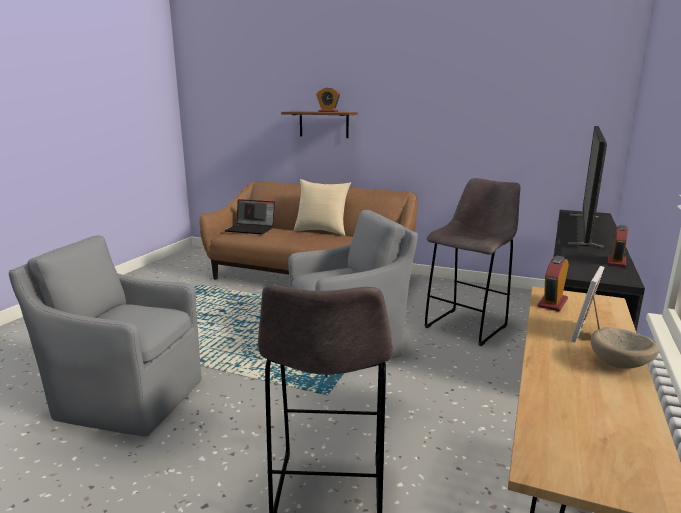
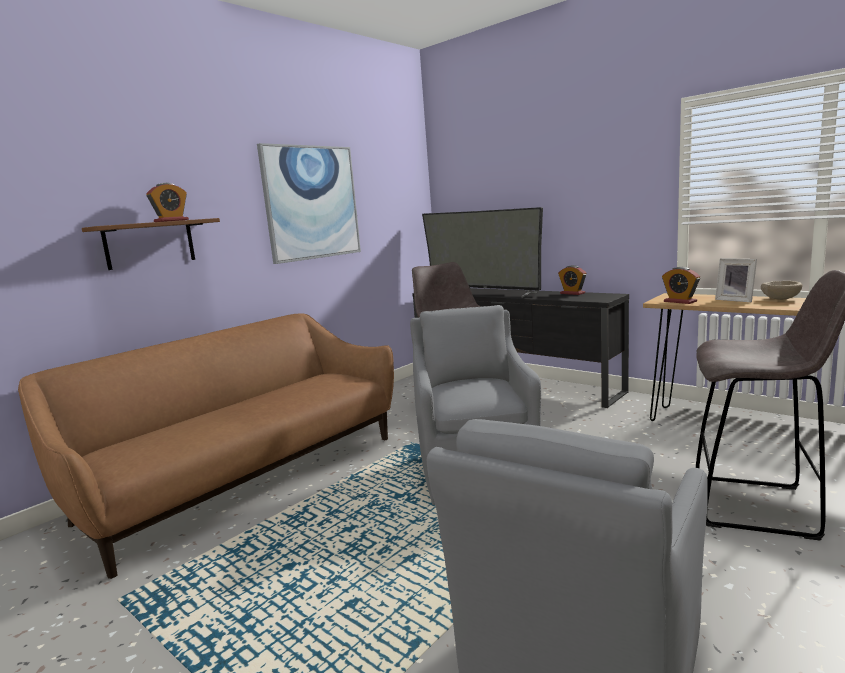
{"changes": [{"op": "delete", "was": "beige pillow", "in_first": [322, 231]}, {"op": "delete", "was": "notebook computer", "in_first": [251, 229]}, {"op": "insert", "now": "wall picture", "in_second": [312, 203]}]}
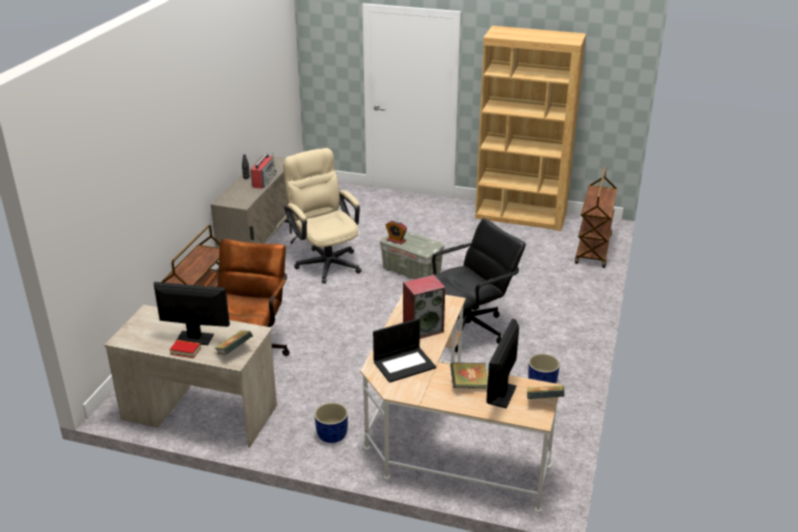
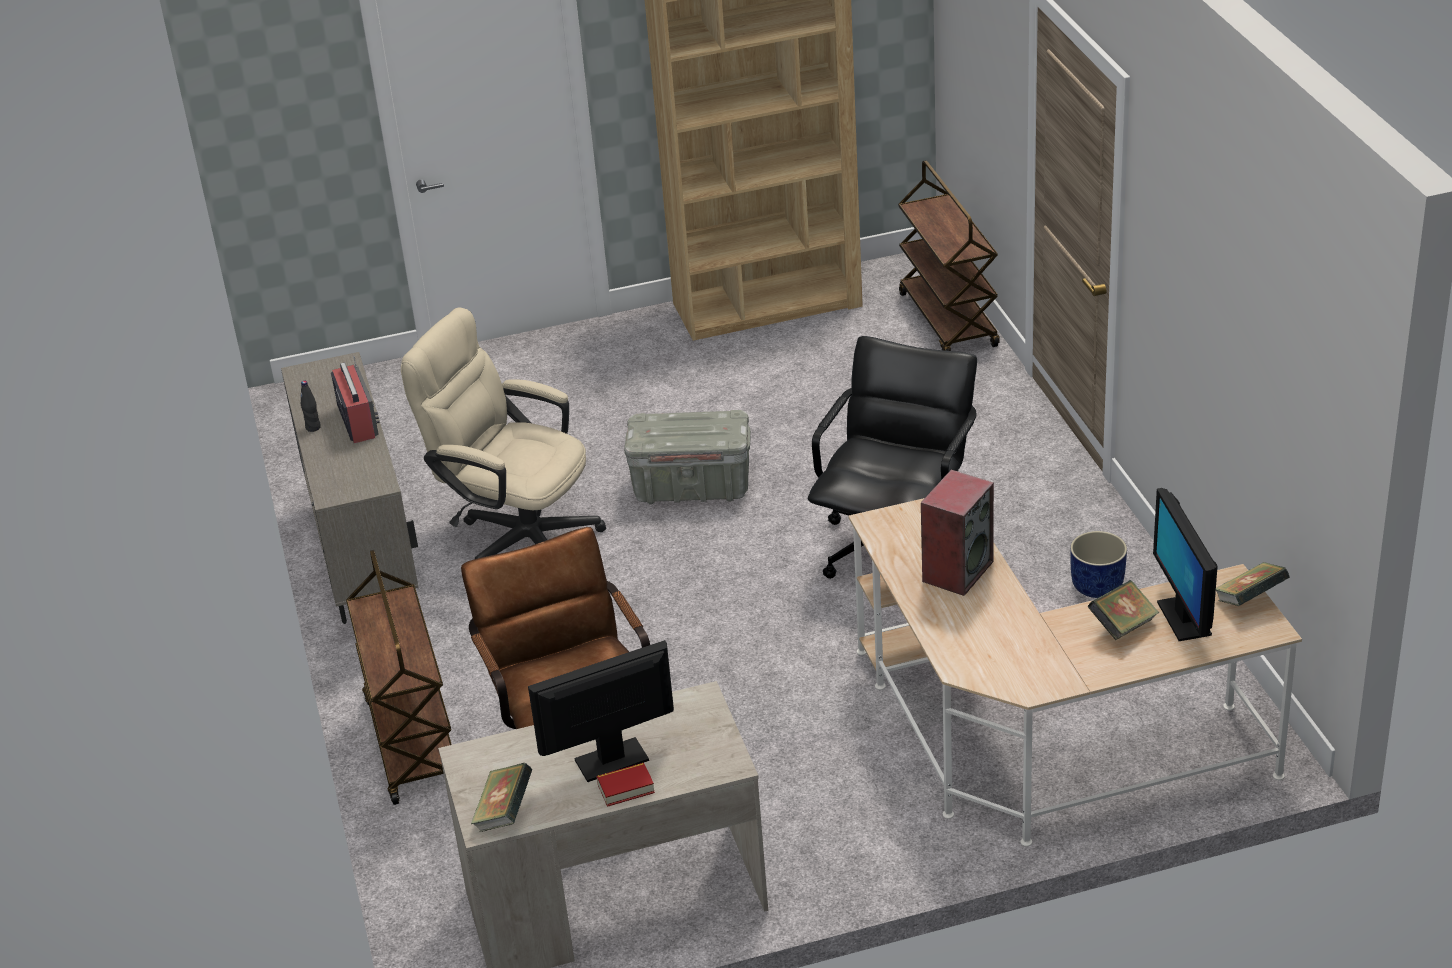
{"changes": [{"op": "delete", "was": "bedside clock", "in_first": [396, 240]}, {"op": "delete", "was": "notebook computer", "in_first": [404, 364]}, {"op": "move", "was": "bound book", "in_first": [234, 351], "in_second": [504, 813]}, {"op": "delete", "was": "blue flower pot", "in_first": [332, 435]}]}
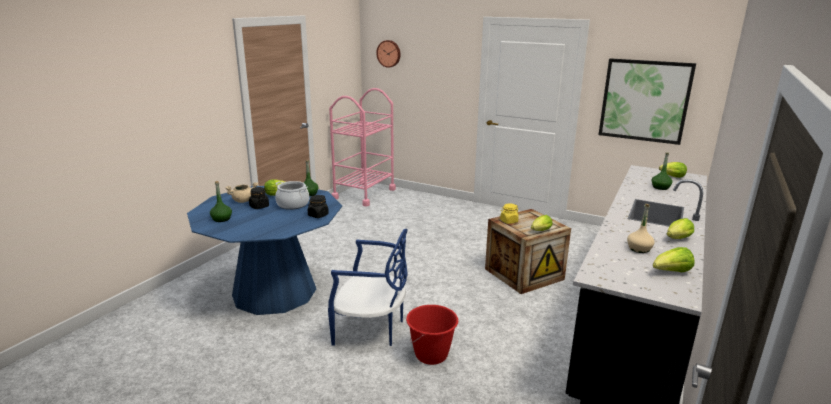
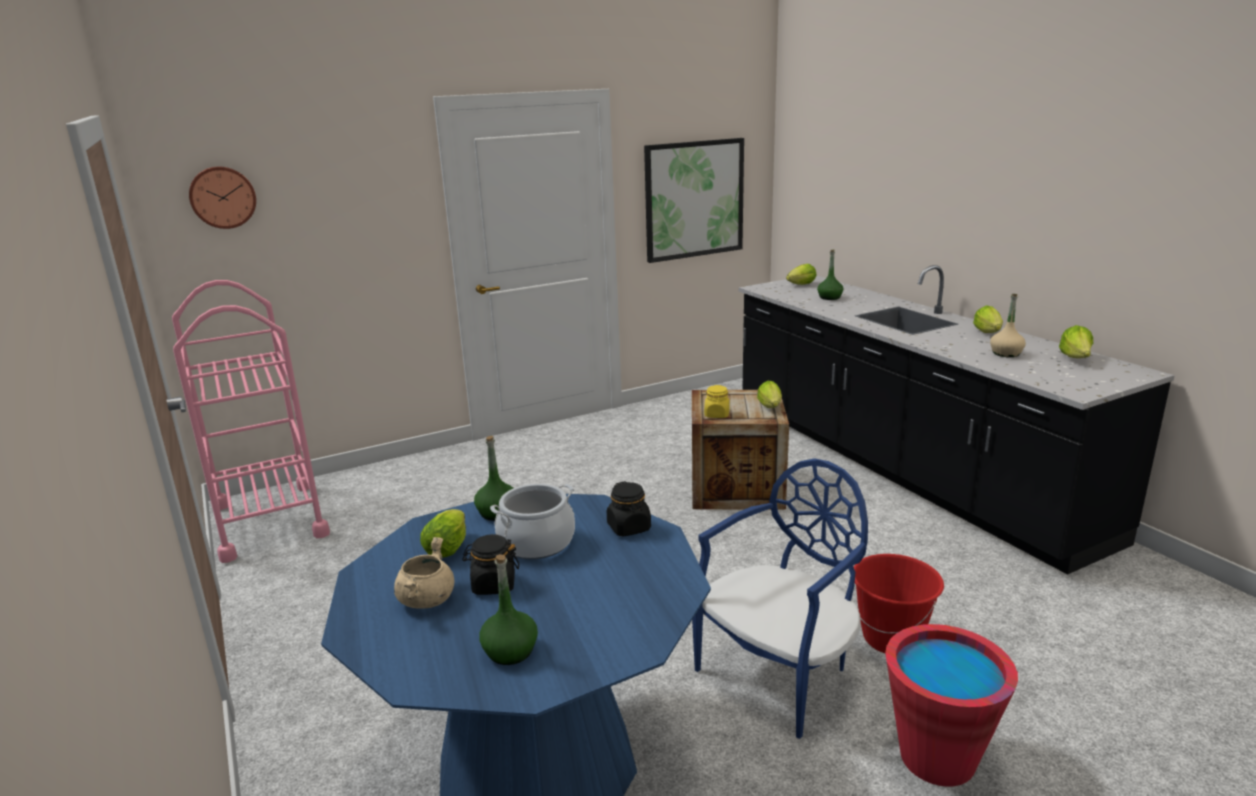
{"changes": [{"op": "insert", "now": "red-coloured water bucket", "in_second": [937, 758]}]}
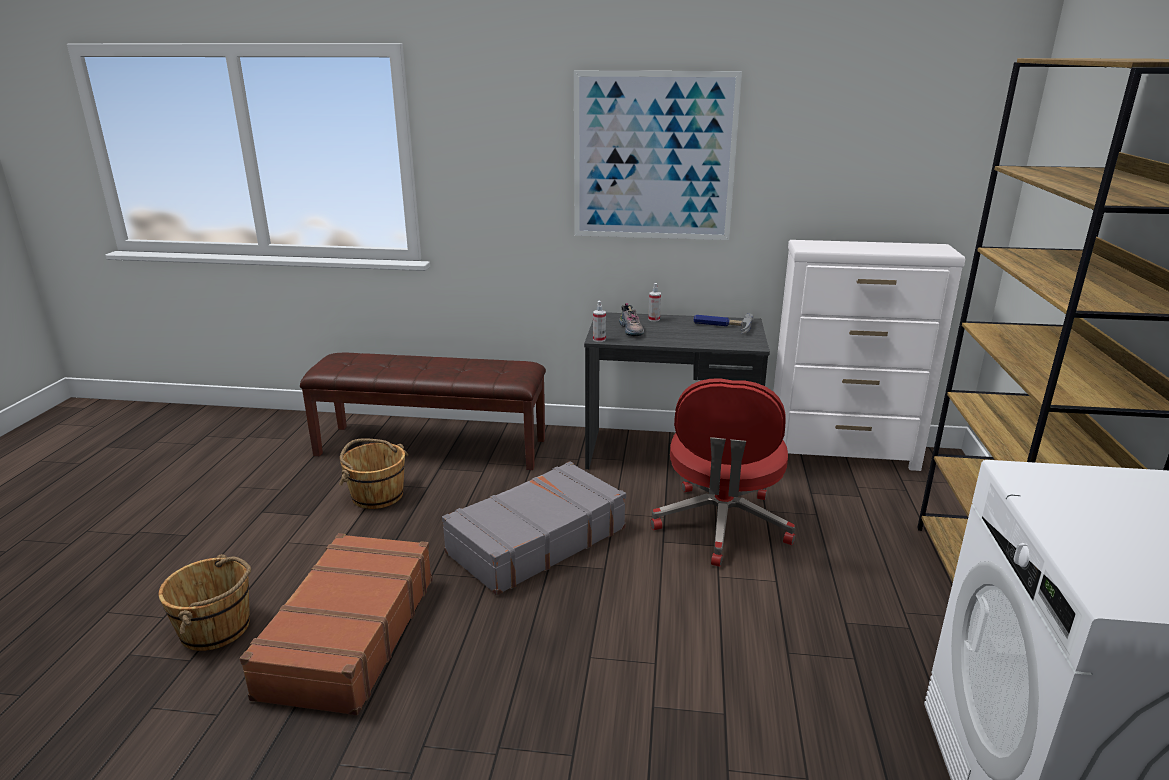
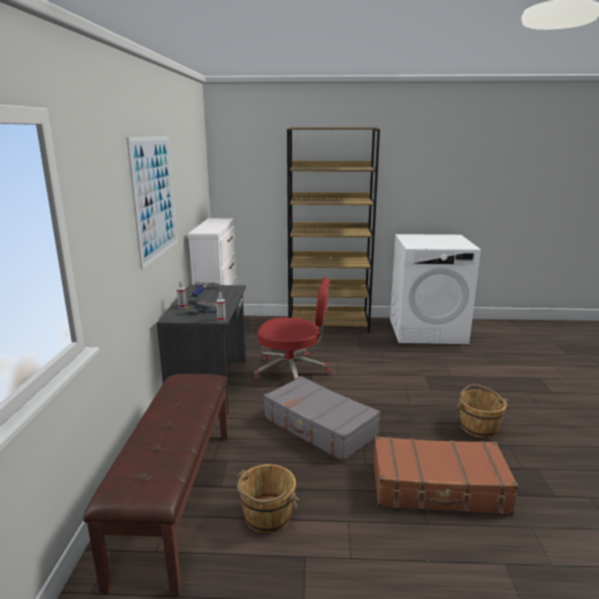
{"changes": [{"op": "move", "was": "brown water bucket", "in_first": [217, 628], "in_second": [478, 427]}]}
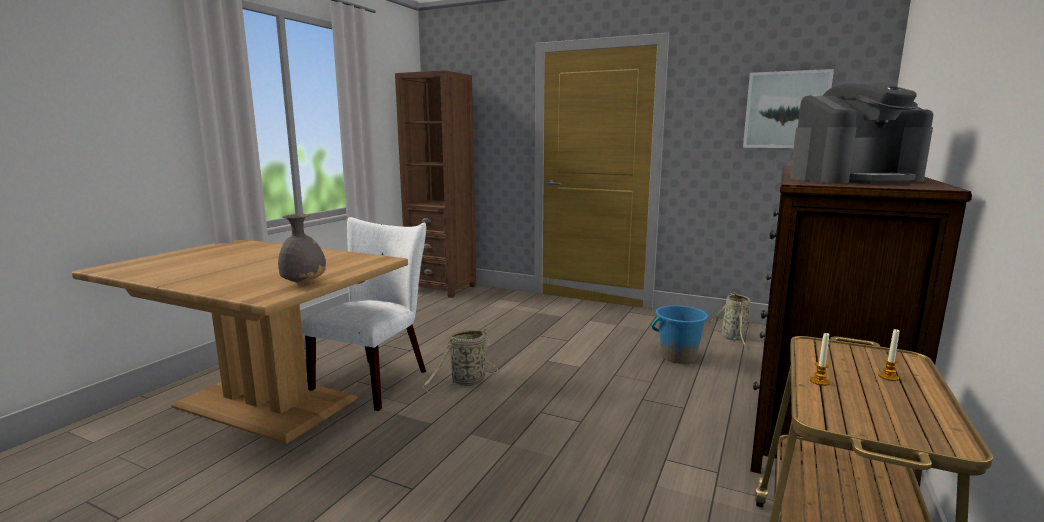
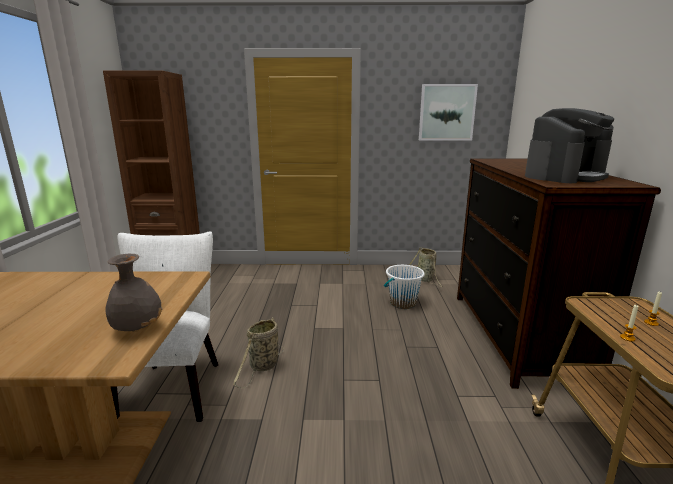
{"changes": [{"op": "recolor", "was": "blue water bucket", "now": "white water bucket", "in_first": [678, 356], "in_second": [402, 303]}]}
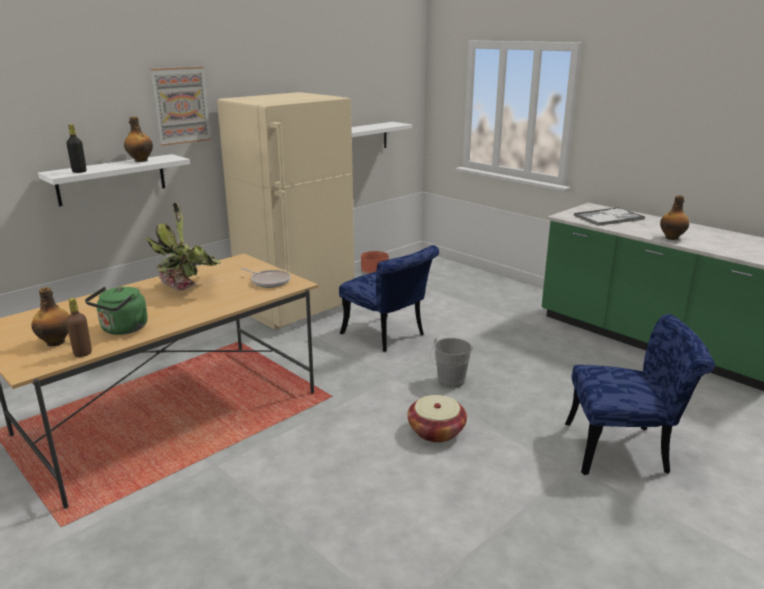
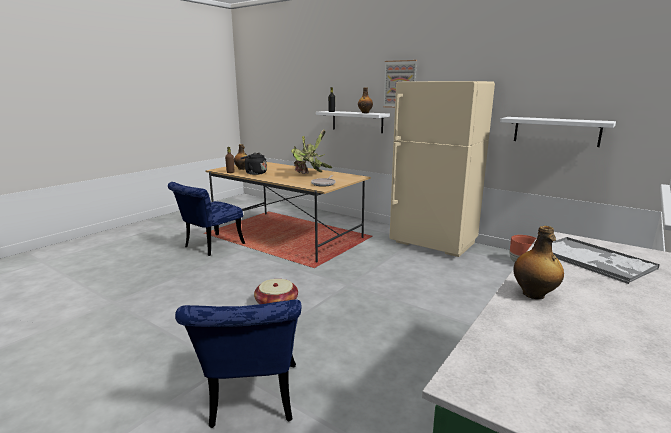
{"changes": [{"op": "move", "was": "blue upright chair", "in_first": [388, 336], "in_second": [209, 246]}, {"op": "recolor", "was": "green-coloured tea kettle", "now": "blackish tea kettle", "in_first": [123, 329], "in_second": [254, 173]}, {"op": "delete", "was": "grey water bucket", "in_first": [449, 382]}]}
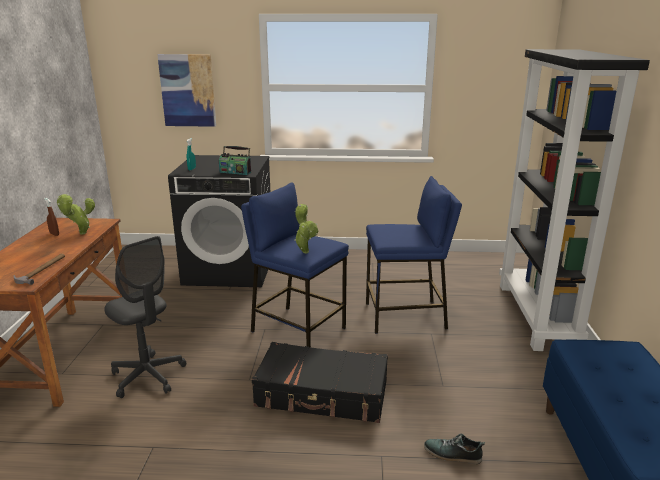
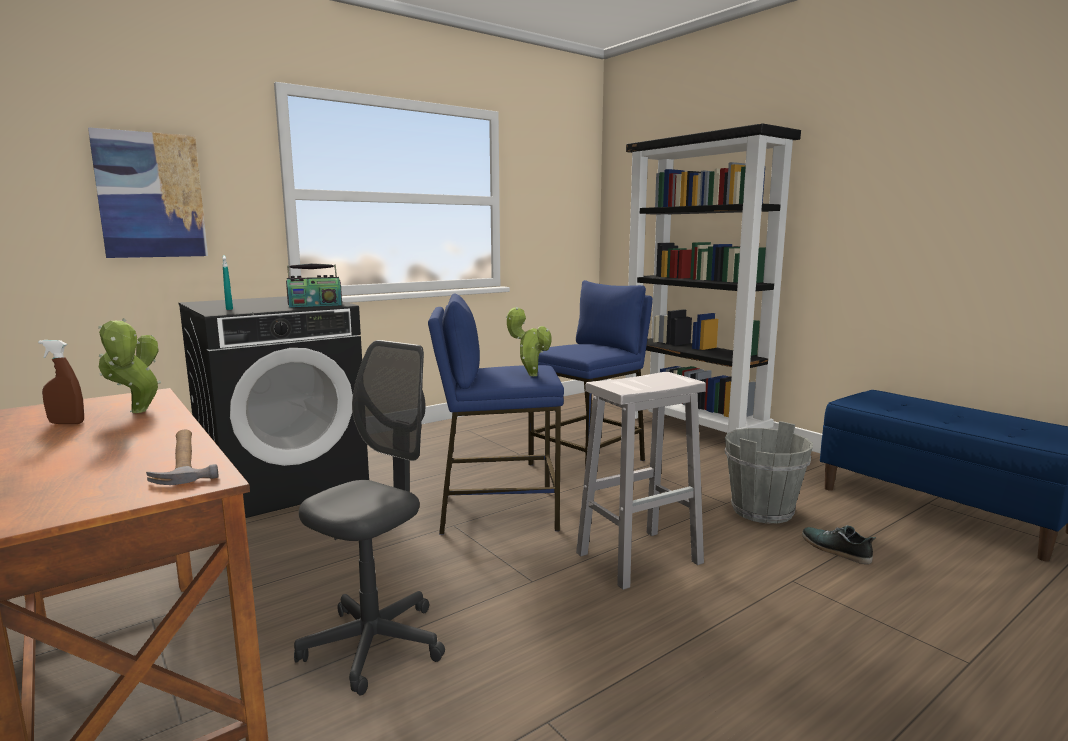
{"changes": [{"op": "rotate", "was": "grey desk chair", "in_first": [148, 376], "in_second": [374, 645], "clockwise": -60}, {"op": "replace", "was": "blackish suitcase", "now": "white stool seat", "in_first": [322, 394], "in_second": [640, 557]}, {"op": "rotate", "was": "shoe", "in_first": [452, 454], "in_second": [835, 549], "clockwise": 75}, {"op": "insert", "now": "grey water bucket", "in_second": [762, 511]}]}
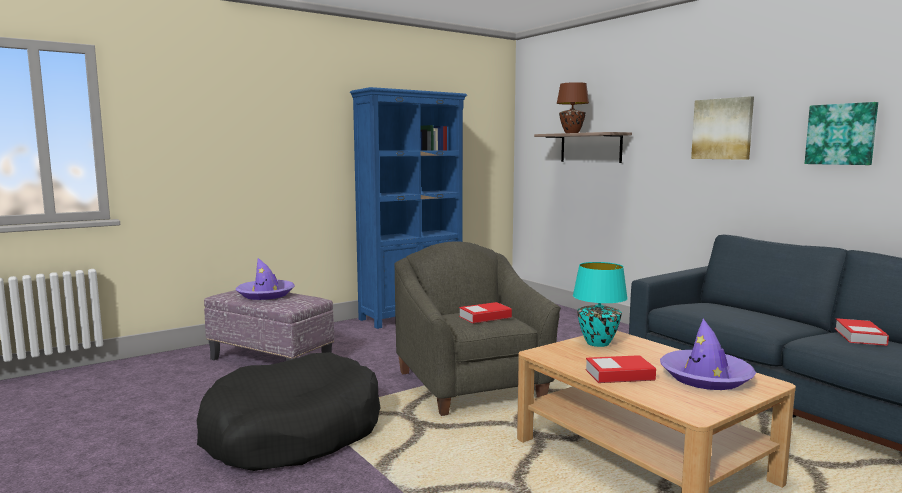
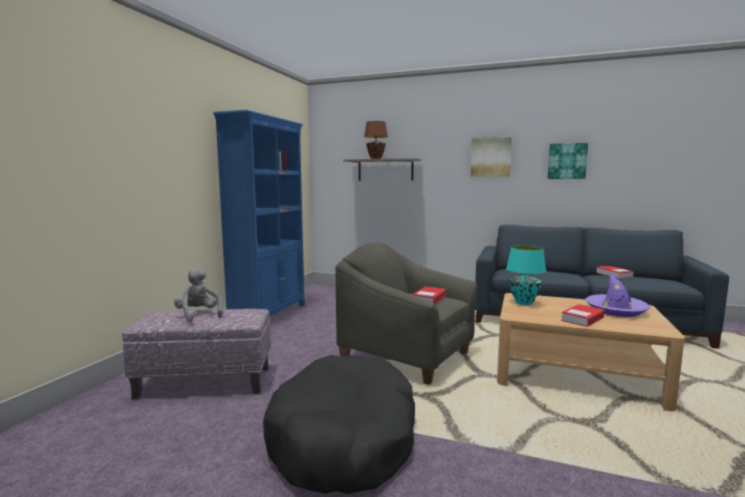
{"changes": [{"op": "replace", "was": "purple wearable hat", "now": "grey soft toy", "in_first": [266, 294], "in_second": [199, 315]}]}
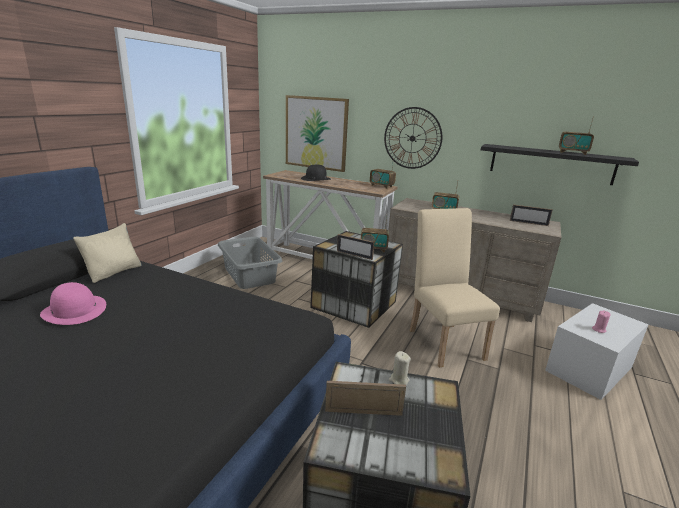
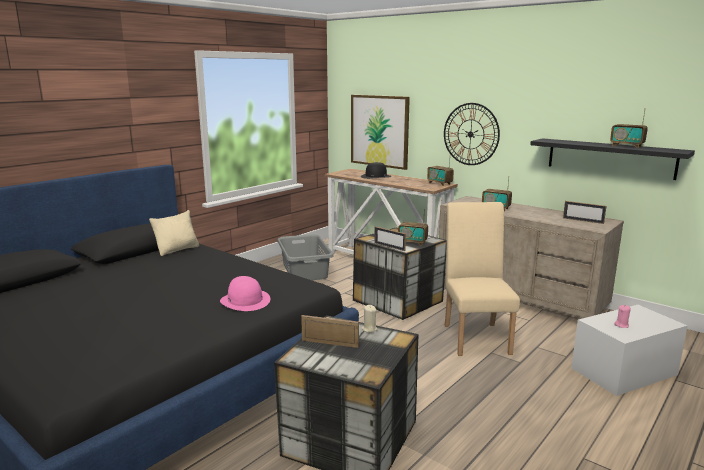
{"changes": [{"op": "move", "was": "pink-coloured wearable hat", "in_first": [74, 310], "in_second": [245, 300]}]}
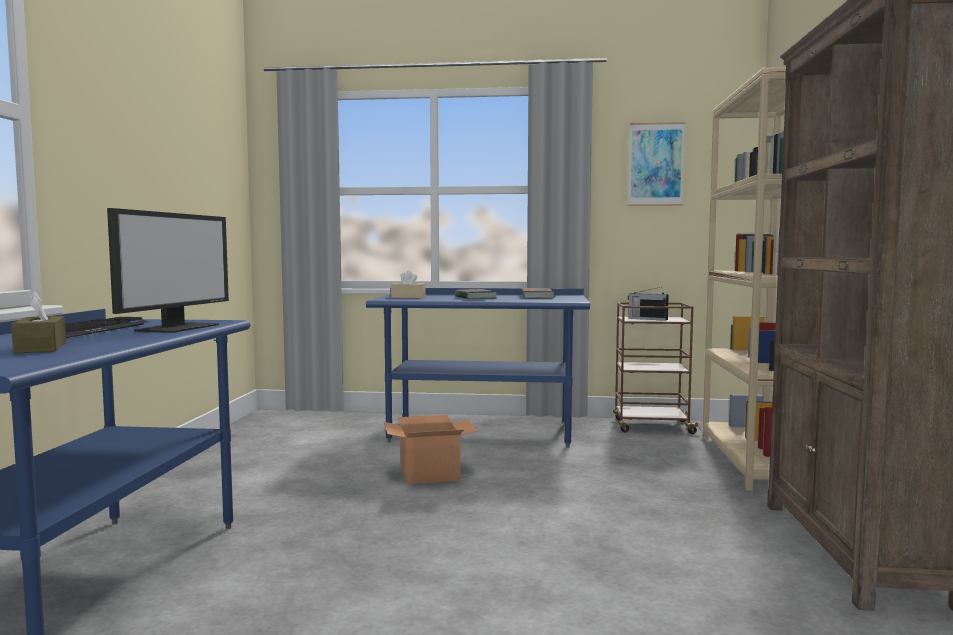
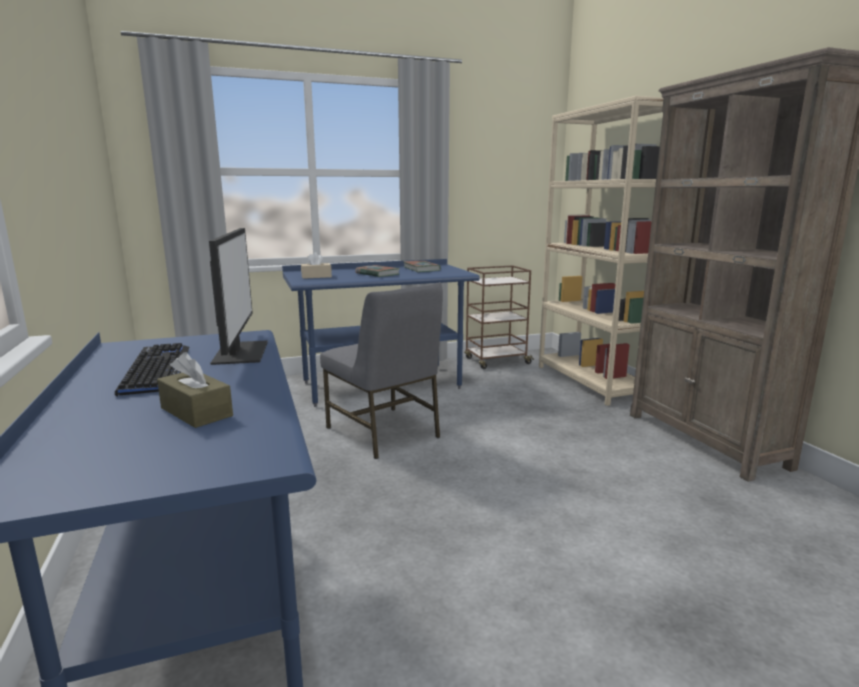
{"changes": [{"op": "delete", "was": "wall picture", "in_first": [656, 164]}, {"op": "delete", "was": "radio set", "in_first": [647, 319]}, {"op": "replace", "was": "packing box", "now": "grey upright chair", "in_first": [429, 474], "in_second": [384, 432]}]}
